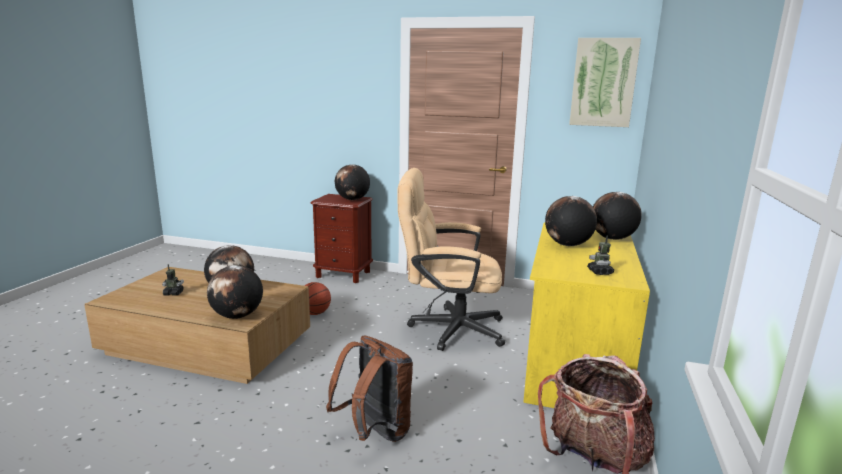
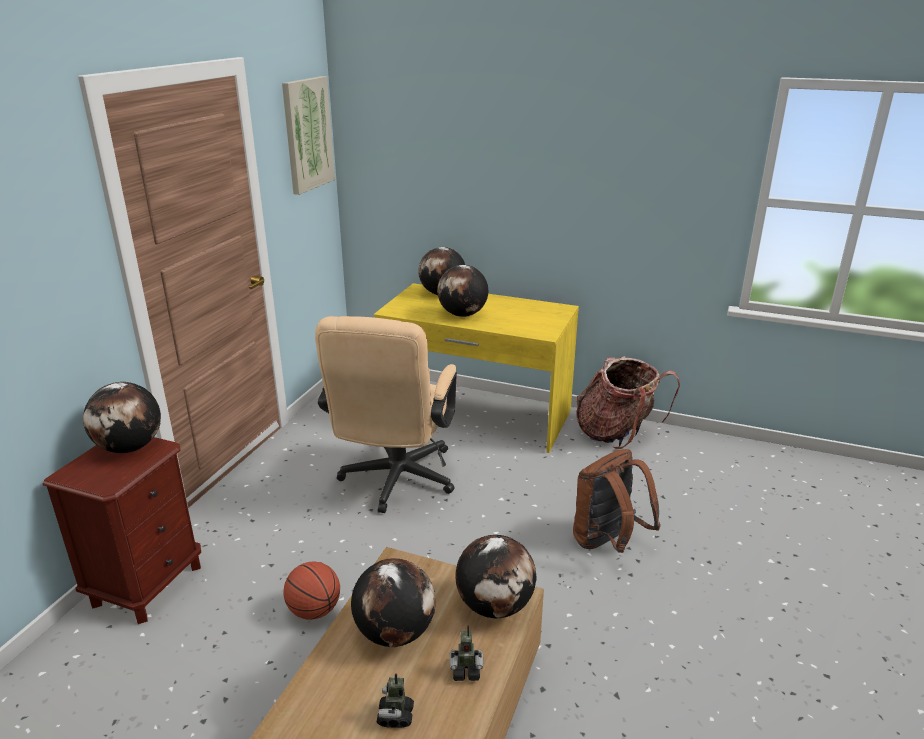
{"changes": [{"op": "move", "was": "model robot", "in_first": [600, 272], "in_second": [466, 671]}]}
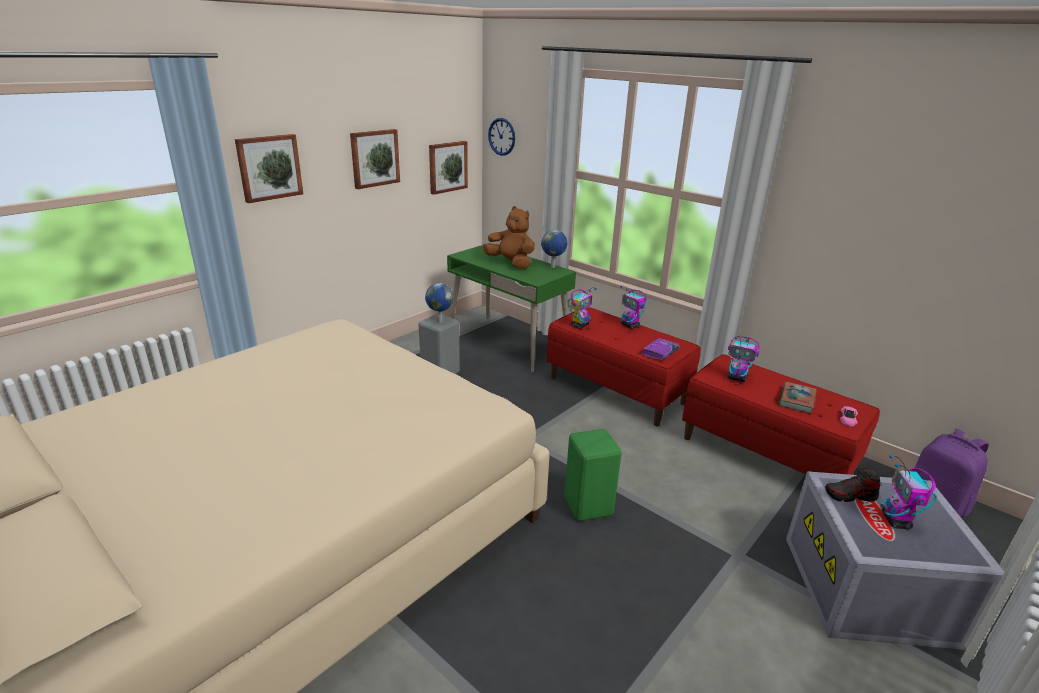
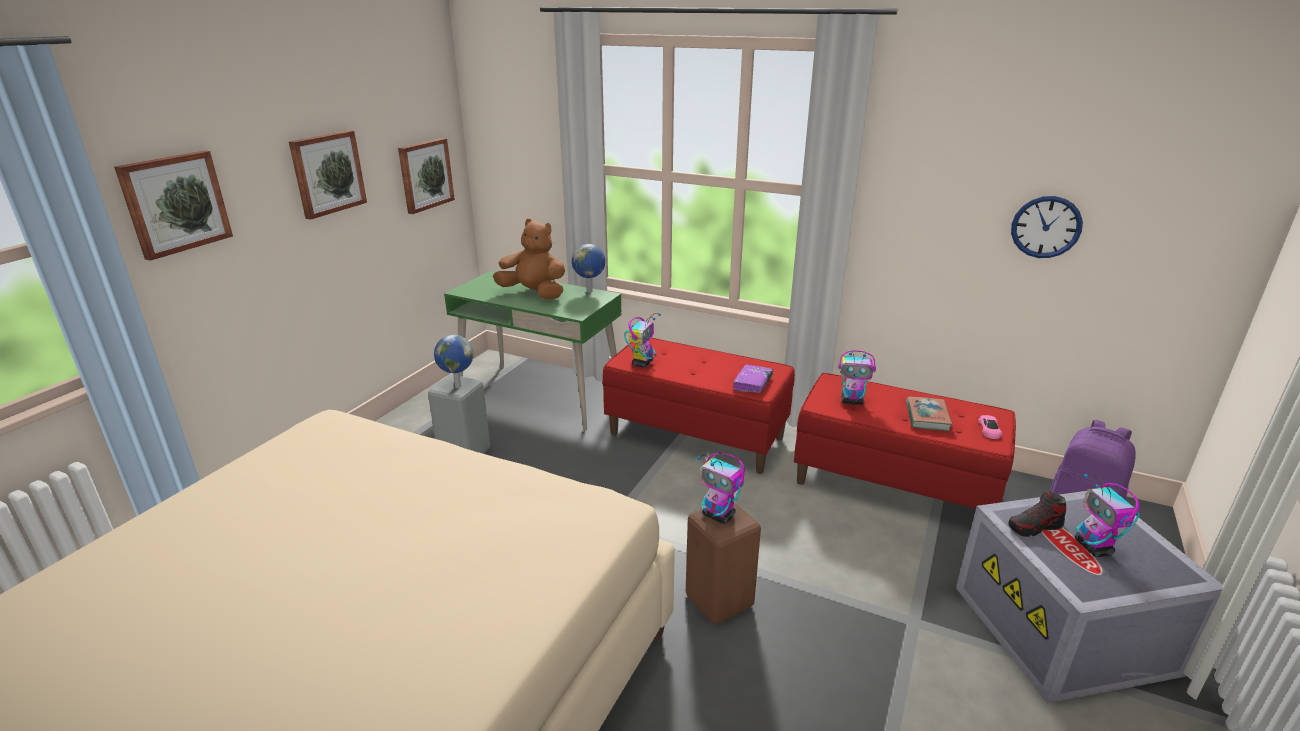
{"changes": [{"op": "move", "was": "wall clock", "in_first": [501, 136], "in_second": [1046, 227]}, {"op": "move", "was": "model robot", "in_first": [630, 325], "in_second": [719, 515]}, {"op": "recolor", "was": "green-coloured stool seat", "now": "brown stool seat", "in_first": [589, 507], "in_second": [721, 601]}]}
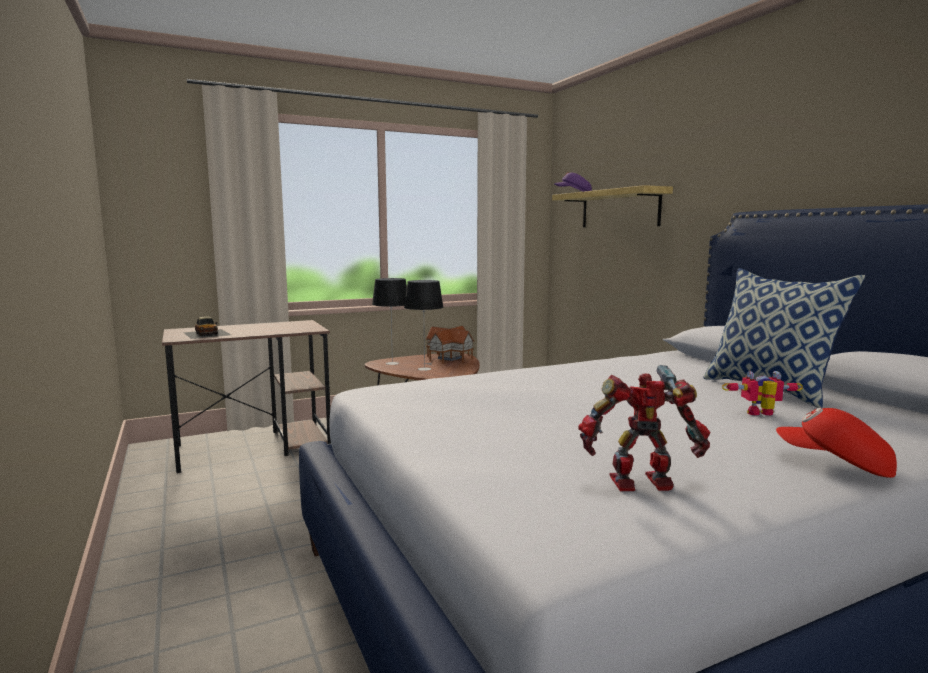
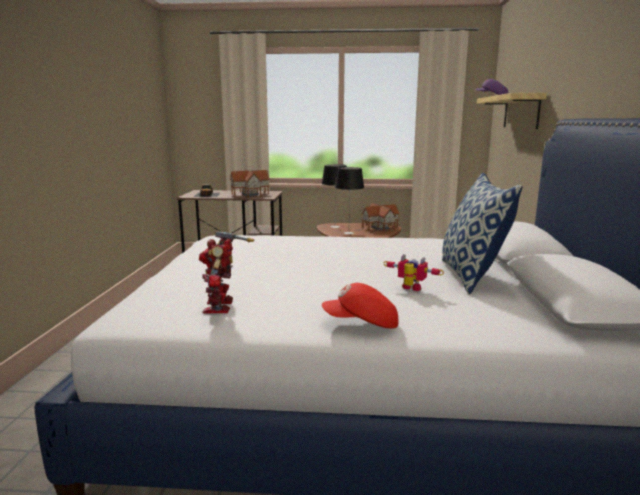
{"changes": [{"op": "rotate", "was": "model robot", "in_first": [642, 485], "in_second": [221, 306], "clockwise": -120}, {"op": "rotate", "was": "red-coloured baseball cap", "in_first": [835, 465], "in_second": [361, 324], "clockwise": -60}, {"op": "insert", "now": "toy house", "in_second": [250, 194]}]}
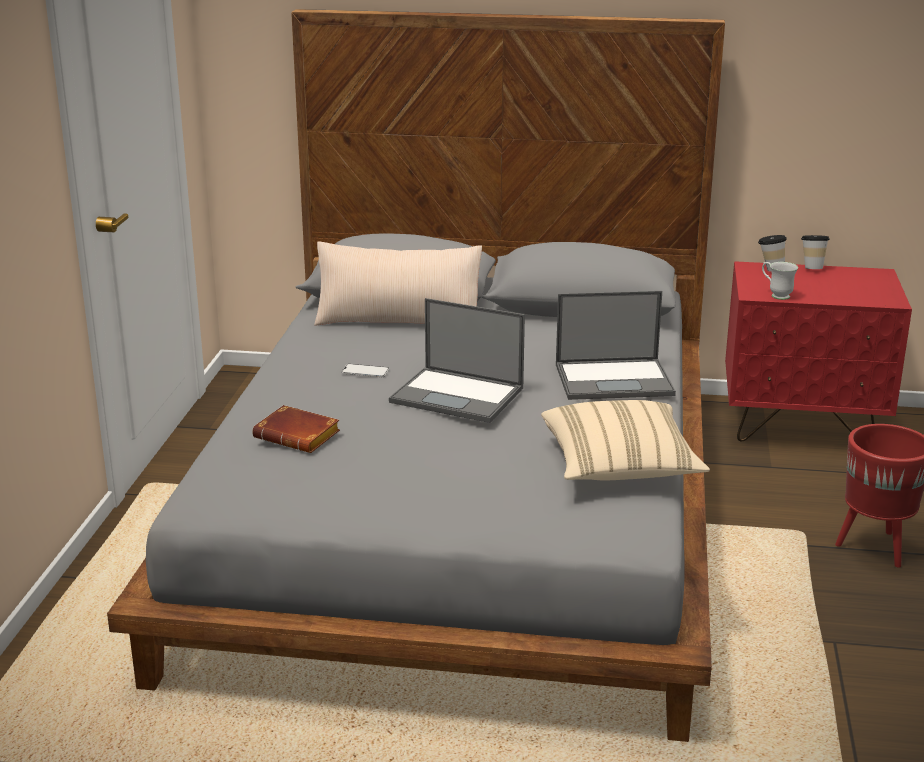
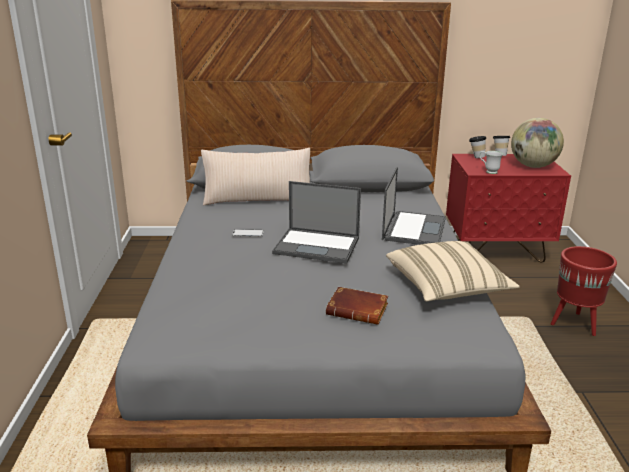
{"changes": [{"op": "rotate", "was": "notebook computer", "in_first": [615, 379], "in_second": [414, 229], "clockwise": -60}, {"op": "move", "was": "brown bound book", "in_first": [300, 436], "in_second": [359, 310]}, {"op": "insert", "now": "world globe", "in_second": [533, 166]}]}
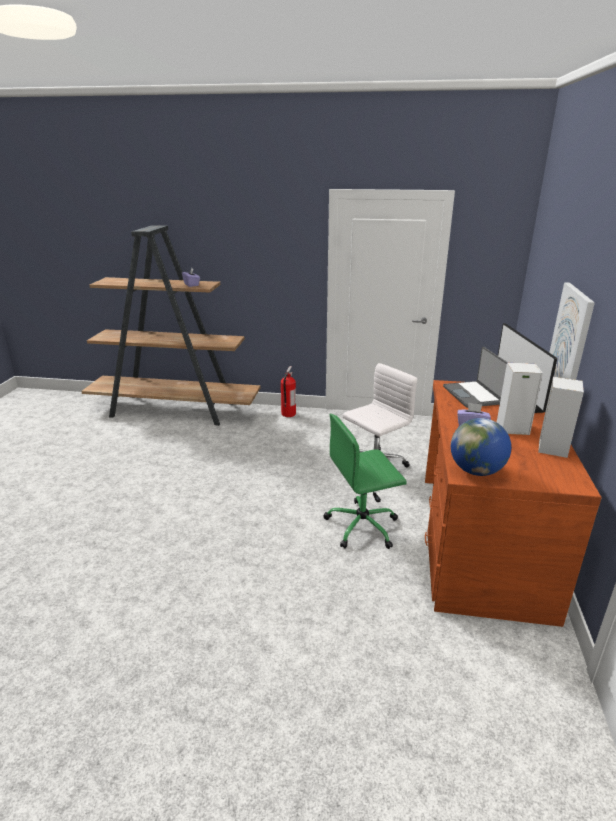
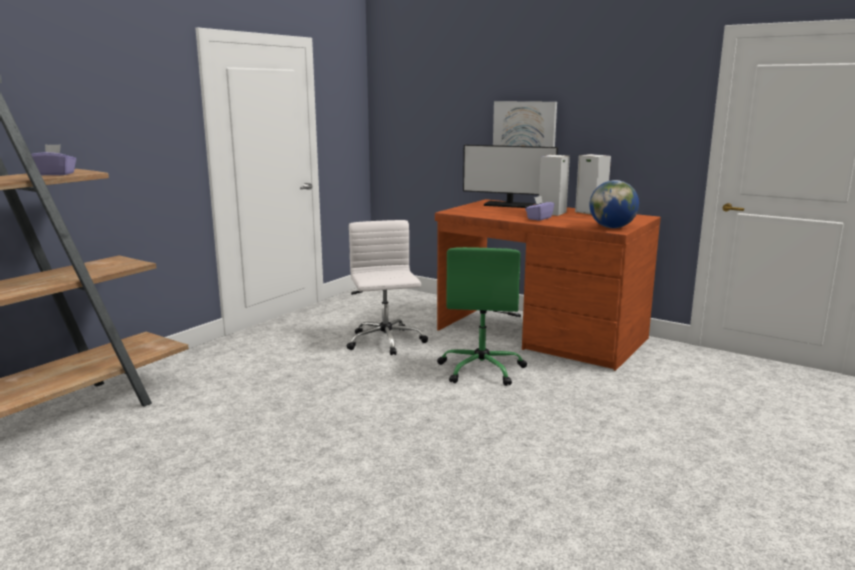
{"changes": [{"op": "delete", "was": "notebook computer", "in_first": [473, 395]}, {"op": "delete", "was": "fire extinguisher", "in_first": [288, 414]}]}
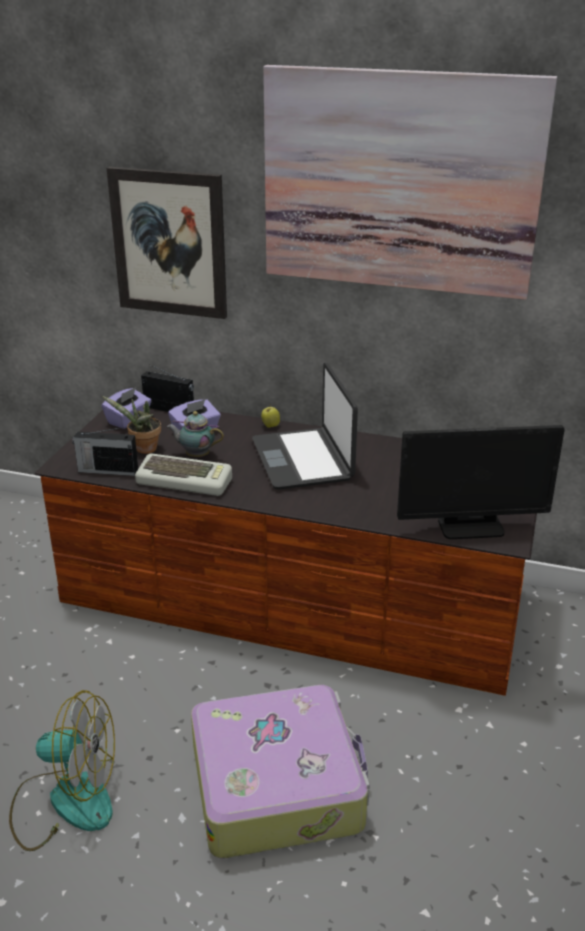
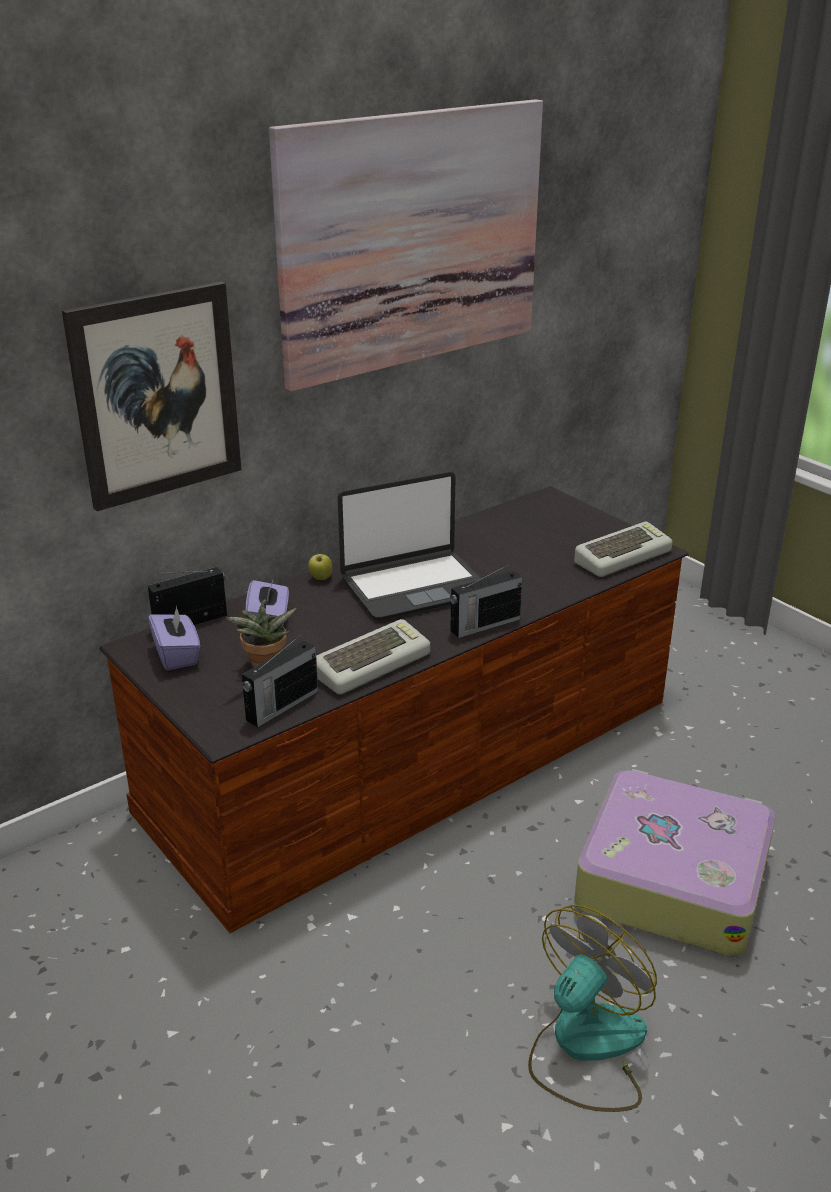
{"changes": [{"op": "rotate", "was": "notebook computer", "in_first": [303, 460], "in_second": [414, 586], "clockwise": -45}, {"op": "delete", "was": "pot for tea", "in_first": [196, 455]}, {"op": "replace", "was": "monitor", "now": "PC keyboard", "in_first": [470, 526], "in_second": [622, 556]}, {"op": "insert", "now": "radio set", "in_second": [484, 625]}]}
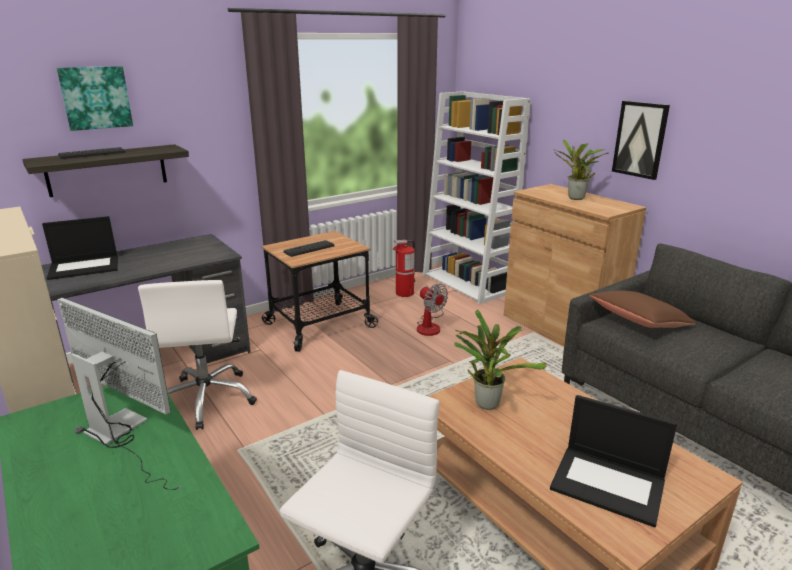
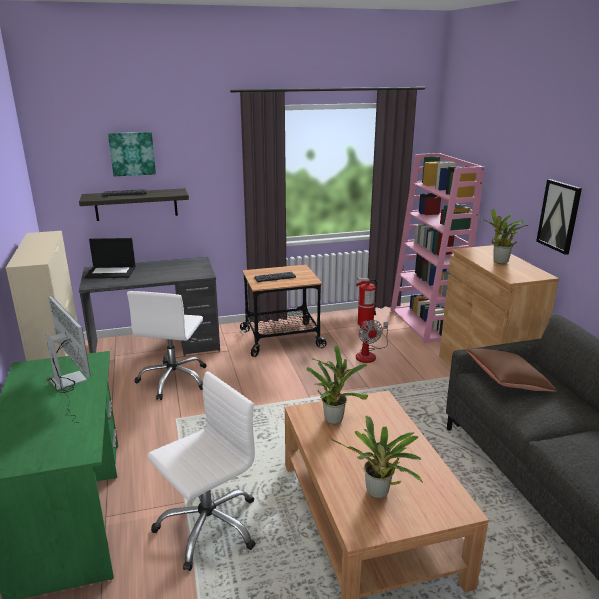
{"changes": [{"op": "recolor", "was": "white bookshelf", "now": "pink-coloured bookshelf", "in_first": [467, 284], "in_second": [425, 323]}, {"op": "replace", "was": "notebook computer", "now": "potted plant", "in_first": [609, 484], "in_second": [378, 494]}]}
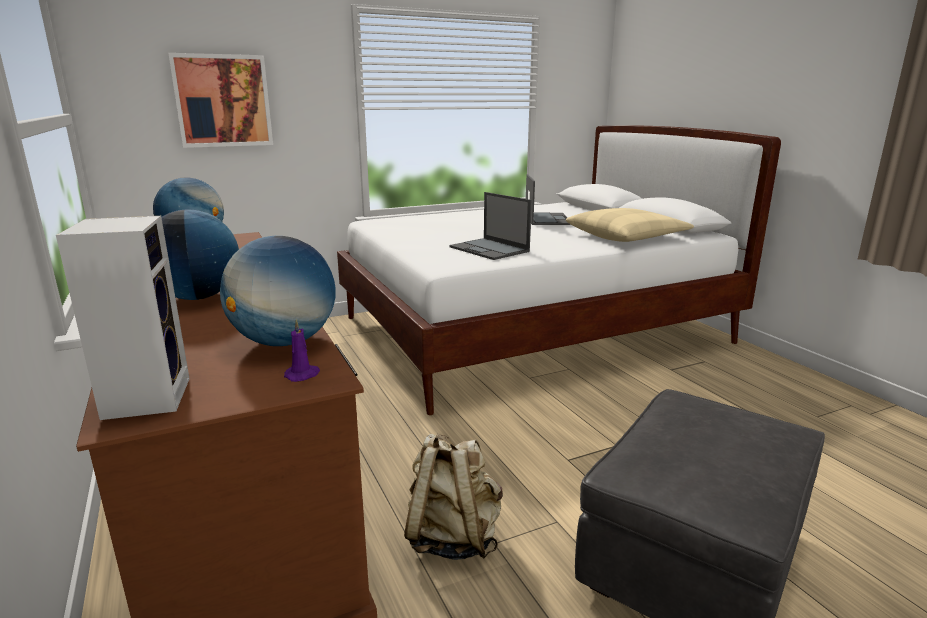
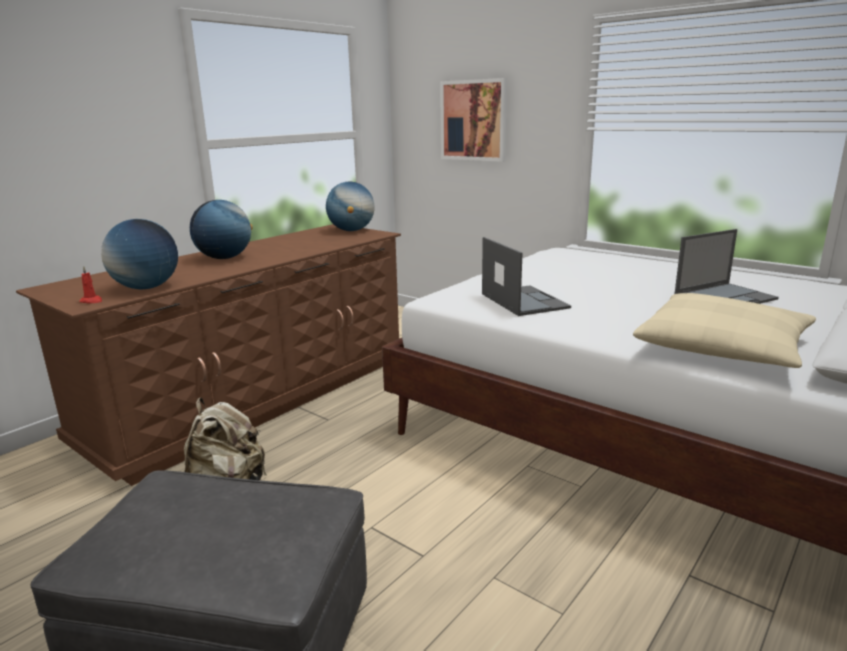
{"changes": [{"op": "rotate", "was": "notebook computer", "in_first": [490, 249], "in_second": [523, 300], "clockwise": 135}, {"op": "delete", "was": "audio speaker", "in_first": [146, 396]}, {"op": "recolor", "was": "purple wax light", "now": "red-coloured wax light", "in_first": [303, 375], "in_second": [92, 301]}]}
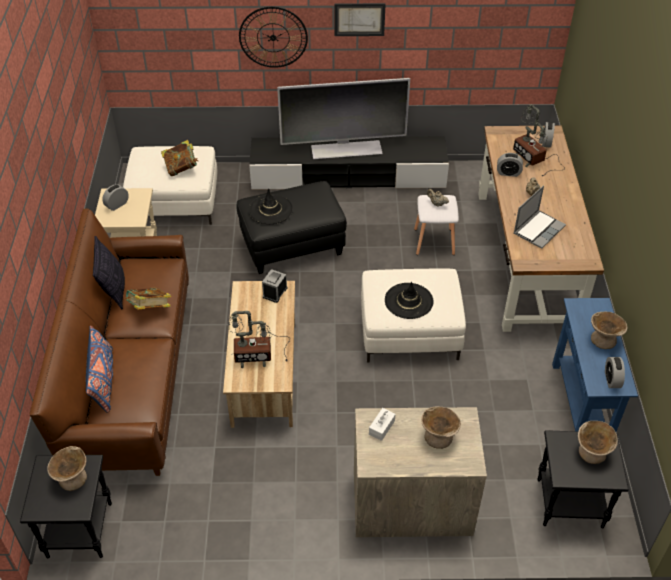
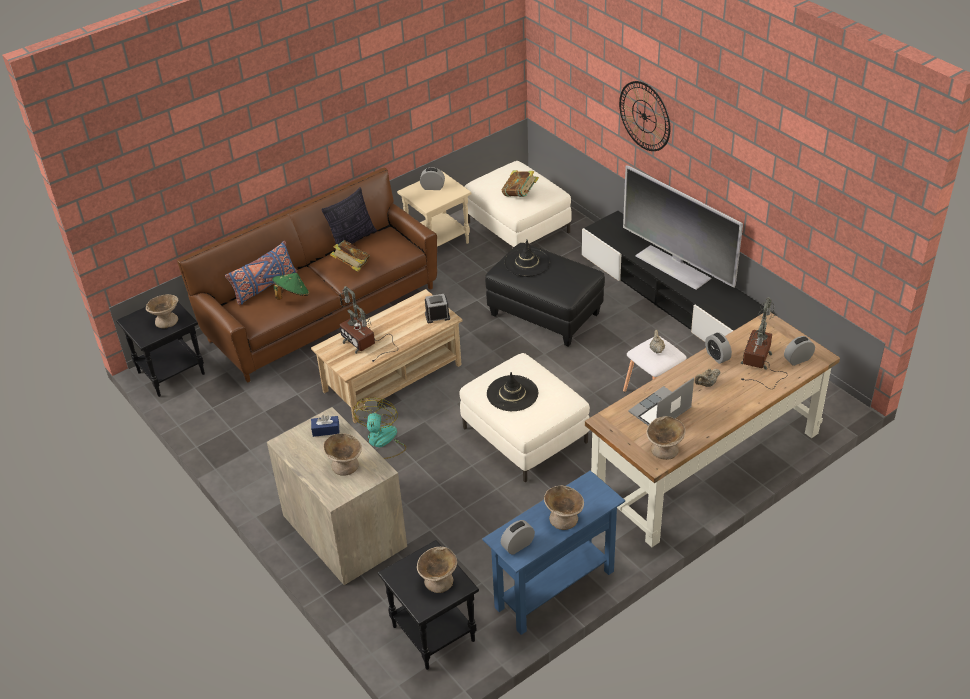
{"changes": [{"op": "delete", "was": "wall picture", "in_first": [359, 19]}, {"op": "rotate", "was": "notebook computer", "in_first": [538, 229], "in_second": [660, 411], "clockwise": 135}, {"op": "recolor", "was": "white tissue box", "now": "blue tissue box", "in_first": [381, 427], "in_second": [326, 430]}, {"op": "insert", "now": "green-coloured wearable hat", "in_second": [292, 295]}, {"op": "insert", "now": "electric fan", "in_second": [381, 442]}, {"op": "insert", "now": "beige serving bowl", "in_second": [664, 450]}]}
